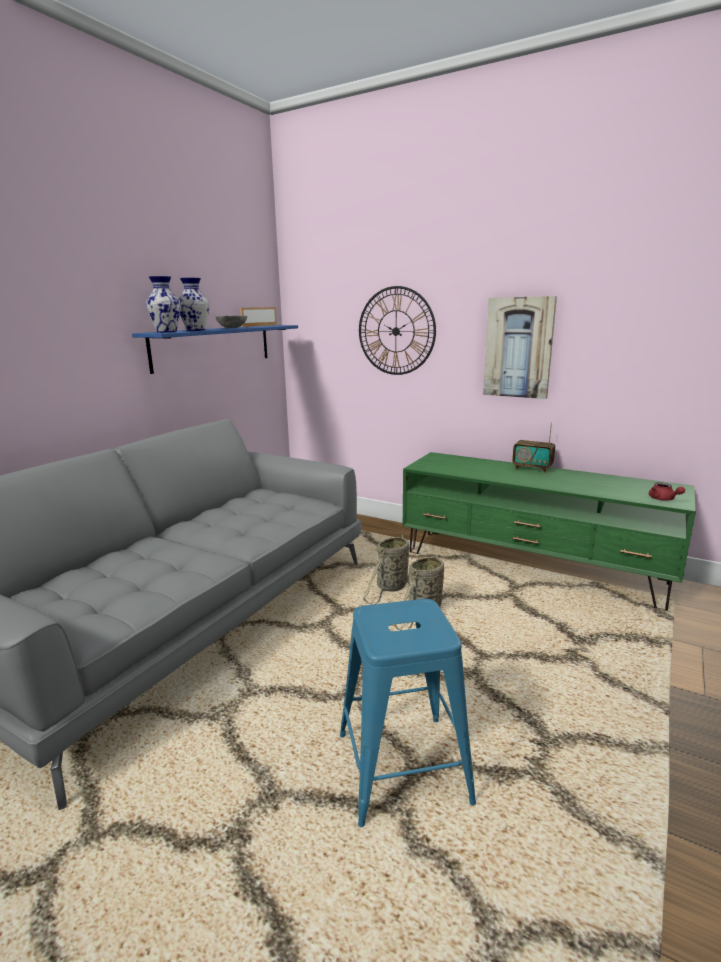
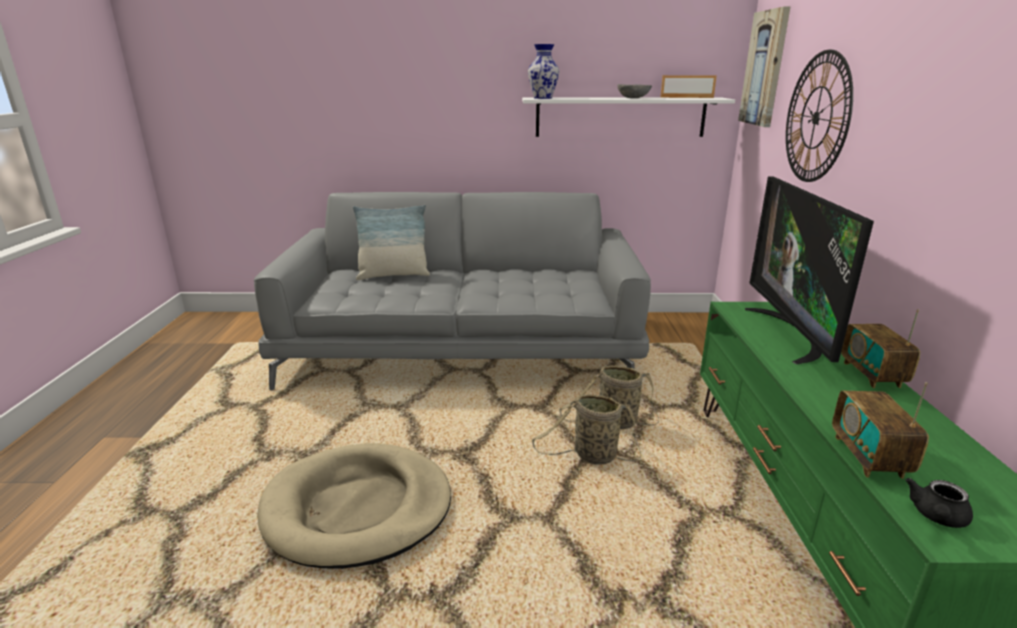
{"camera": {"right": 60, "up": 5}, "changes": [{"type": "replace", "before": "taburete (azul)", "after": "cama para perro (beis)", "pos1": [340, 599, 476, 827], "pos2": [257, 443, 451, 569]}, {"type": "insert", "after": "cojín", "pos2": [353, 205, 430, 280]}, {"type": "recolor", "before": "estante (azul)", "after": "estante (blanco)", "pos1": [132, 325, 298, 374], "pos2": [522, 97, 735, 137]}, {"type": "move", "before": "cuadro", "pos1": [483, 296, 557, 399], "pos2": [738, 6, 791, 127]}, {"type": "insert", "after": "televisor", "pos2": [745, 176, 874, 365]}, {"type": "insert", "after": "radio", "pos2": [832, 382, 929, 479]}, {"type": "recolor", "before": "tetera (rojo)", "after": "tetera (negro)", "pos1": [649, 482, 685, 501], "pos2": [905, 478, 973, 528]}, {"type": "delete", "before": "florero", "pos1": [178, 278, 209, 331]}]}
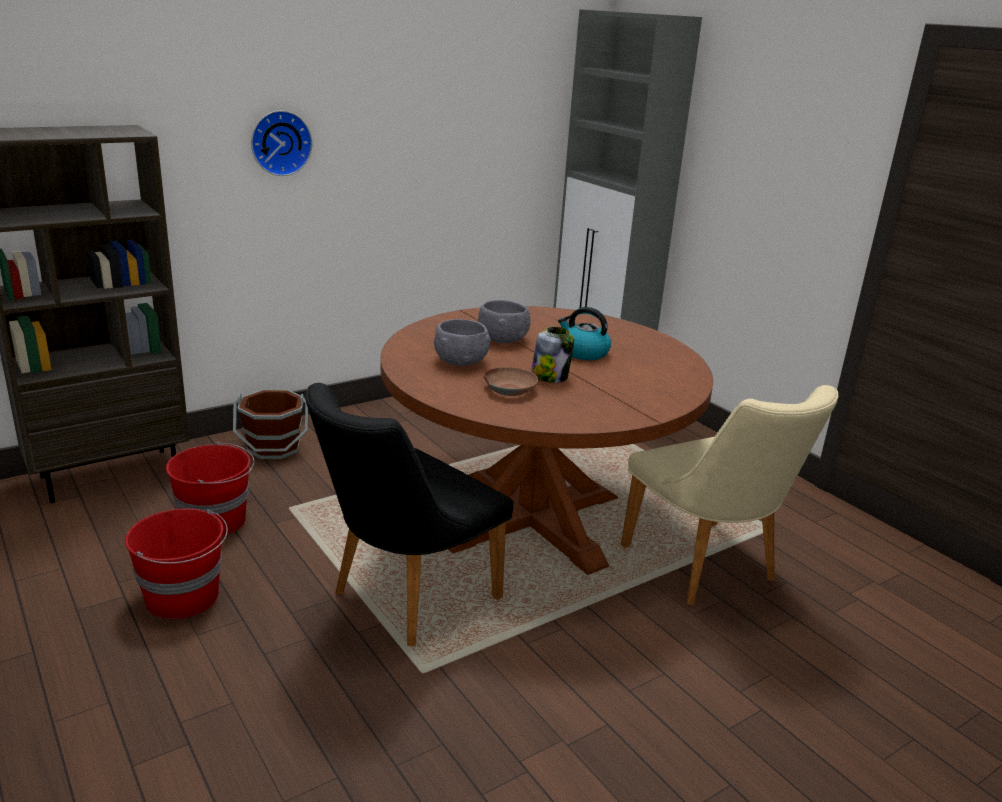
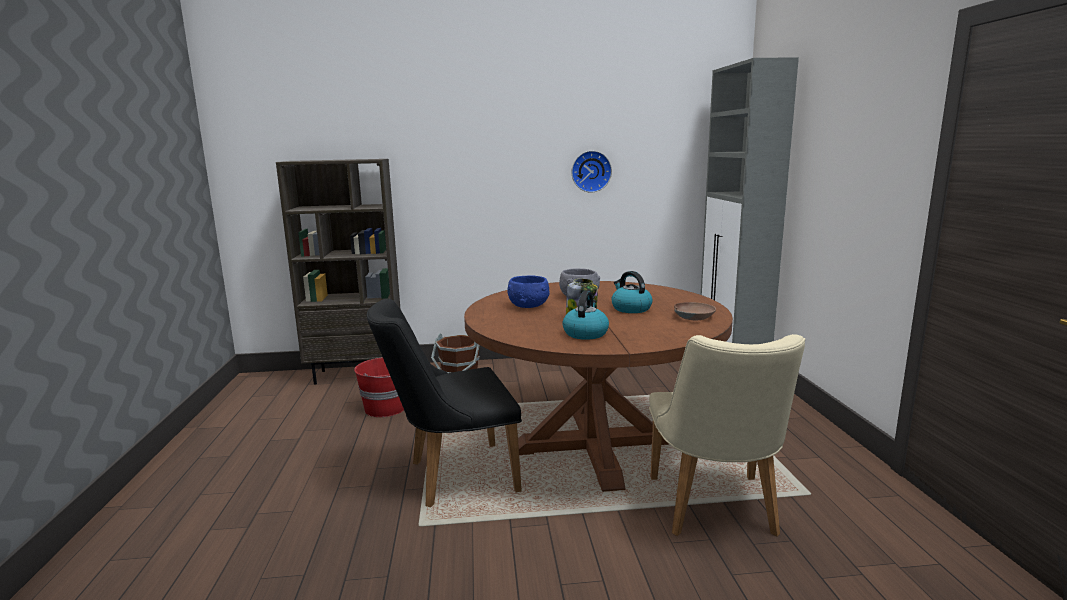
{"camera": {"right": 30, "up": -10}, "changes": [{"type": "recolor", "before": "cuenco (gris)", "after": "cuenco (azul)", "pos1": [434, 319, 491, 366], "pos2": [508, 275, 550, 308]}, {"type": "insert", "after": "hervidor", "pos2": [562, 291, 609, 340]}, {"type": "move", "before": "reloj de pared", "pos1": [251, 110, 312, 176], "pos2": [571, 151, 612, 193]}, {"type": "move", "before": "cuenco (marrón)", "pos1": [484, 367, 538, 396], "pos2": [674, 302, 716, 320]}, {"type": "delete", "before": "cubo (rojo)", "pos1": [125, 509, 228, 619]}]}
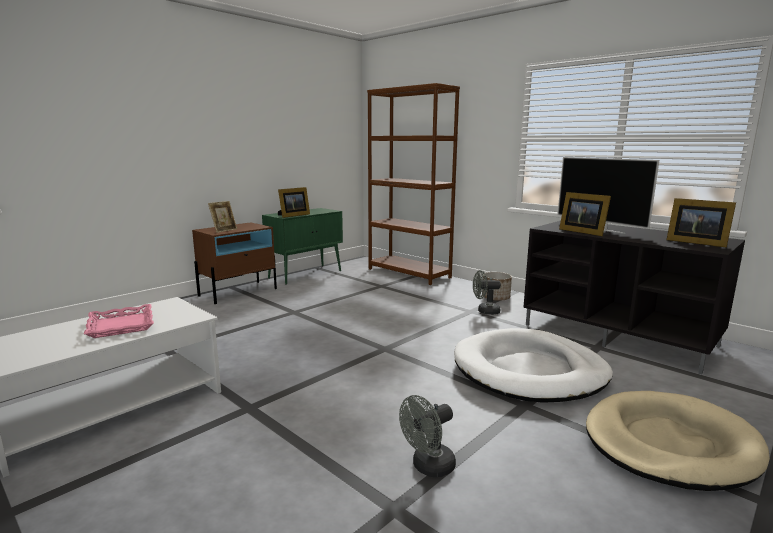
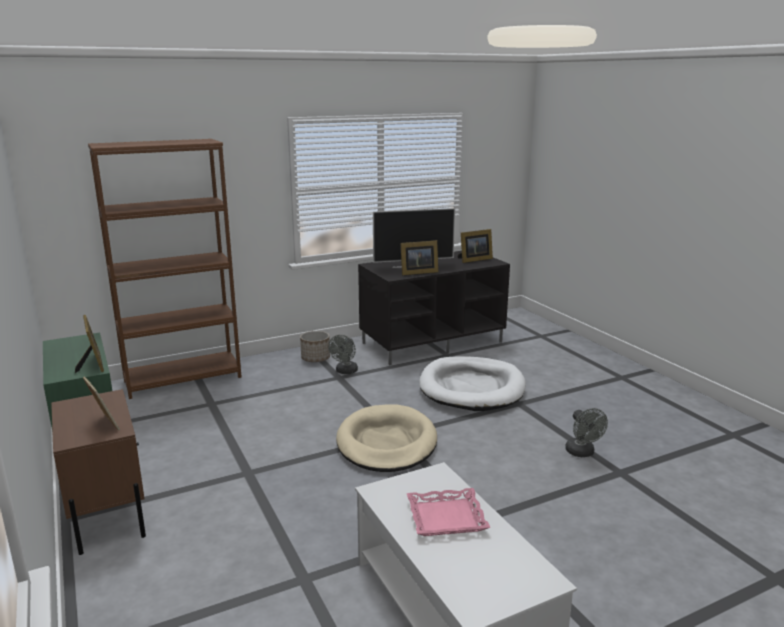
{"camera": {"right": -70, "up": 5}, "changes": [{"type": "move", "before": "cama para perro (beis)", "pos1": [586, 391, 770, 491], "pos2": [336, 404, 437, 472]}]}
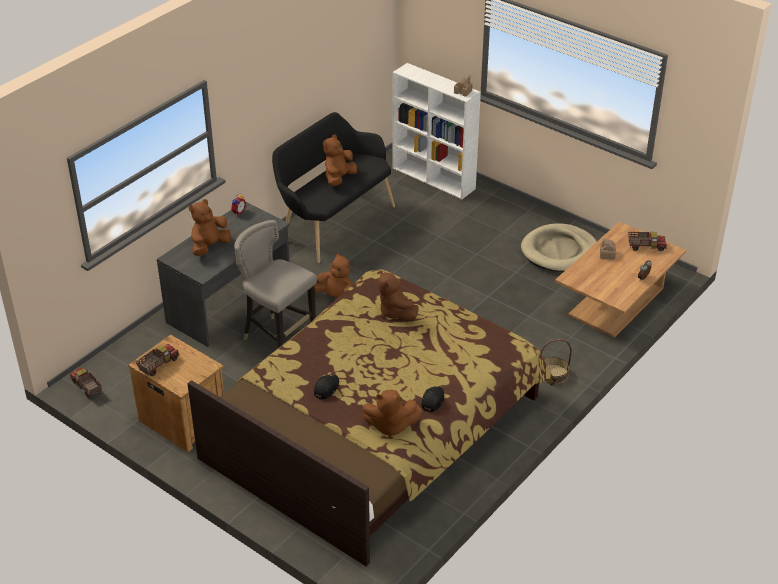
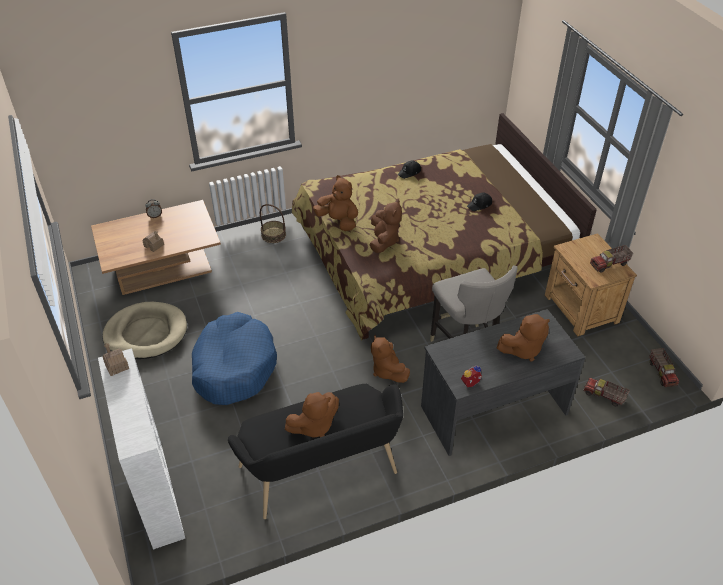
{"camera": {"right": -150, "up": 5}, "changes": [{"type": "insert", "after": "cama para perro (azul)", "pos2": [192, 312, 277, 405]}, {"type": "move", "before": "peluche (marrón)", "pos1": [362, 390, 423, 439], "pos2": [313, 175, 358, 231]}, {"type": "move", "before": "camión de juguete", "pos1": [628, 232, 667, 251], "pos2": [583, 378, 630, 406]}]}
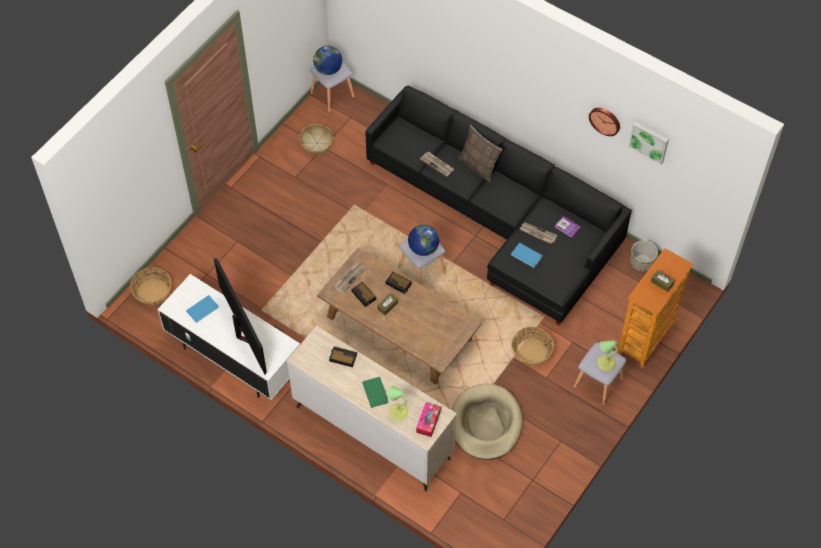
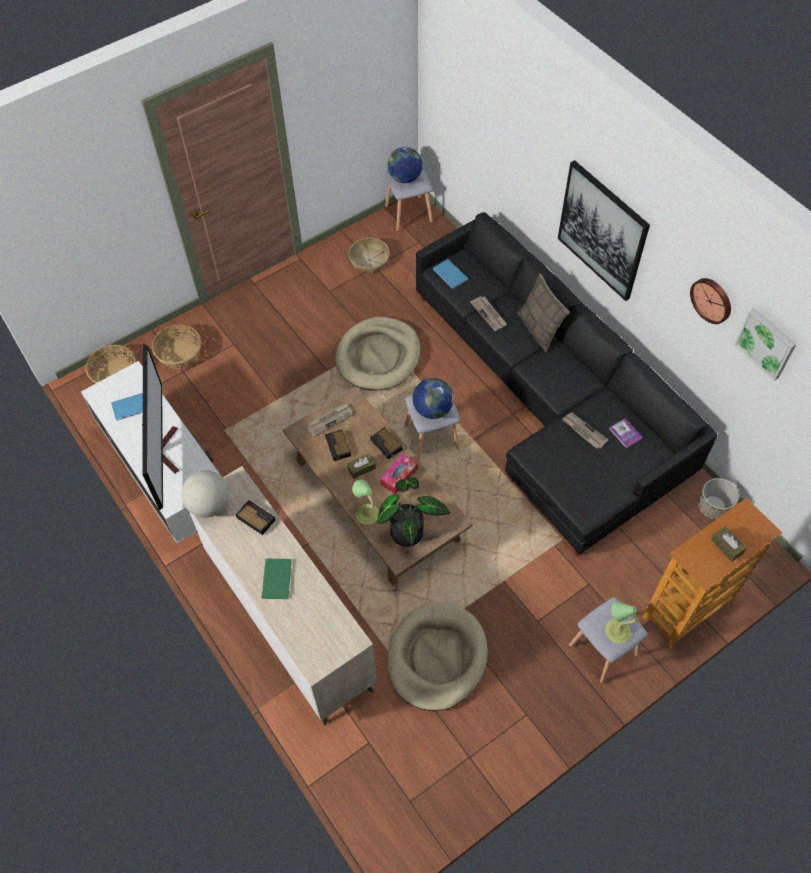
{"camera": {"right": 20, "up": 0}, "changes": [{"type": "move", "before": "cesta", "pos1": [512, 327, 554, 366], "pos2": [152, 325, 201, 369]}, {"type": "insert", "after": "globo terráqueo", "pos2": [181, 470, 229, 518]}, {"type": "insert", "after": "cama para perro (beis)", "pos2": [335, 317, 420, 391]}, {"type": "move", "before": "lámpara de mesa", "pos1": [387, 386, 408, 421], "pos2": [352, 480, 379, 525]}, {"type": "insert", "after": "planta en maceta", "pos2": [378, 477, 450, 547]}, {"type": "move", "before": "caja de pañuelos", "pos1": [416, 402, 441, 437], "pos2": [380, 453, 418, 494]}, {"type": "move", "before": "libro (azul)", "pos1": [511, 243, 543, 268], "pos2": [433, 259, 468, 289]}, {"type": "insert", "after": "cuadro", "pos2": [558, 160, 650, 301]}]}
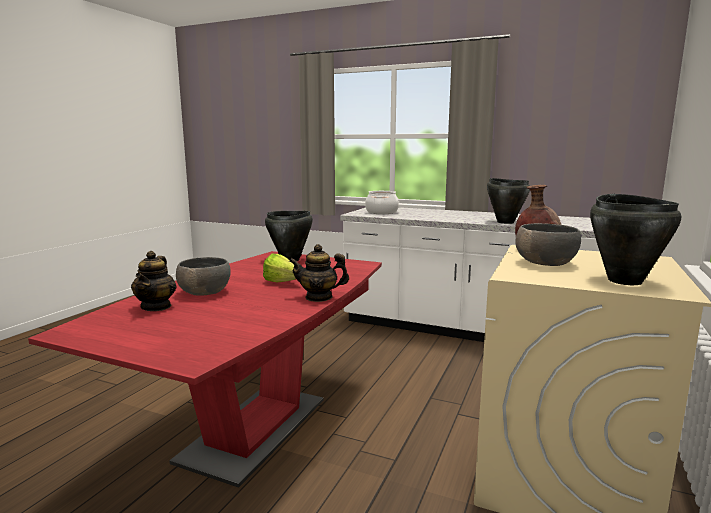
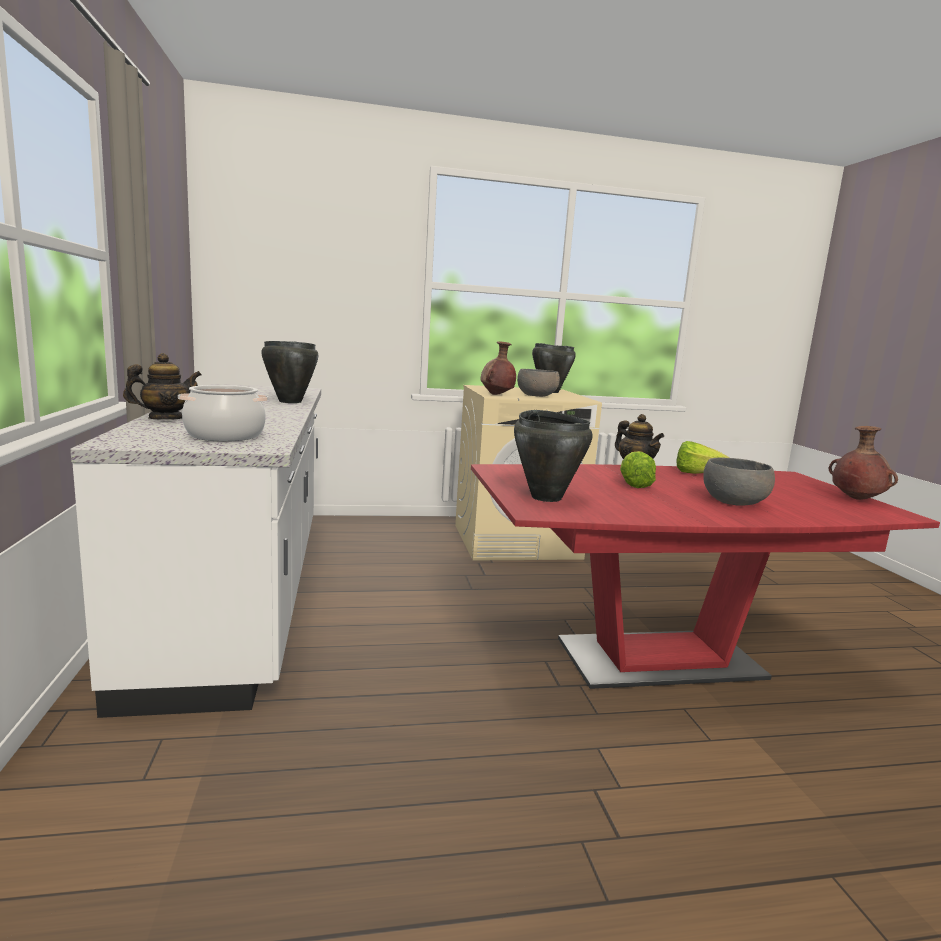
{"camera": {"right": -125, "up": 0}, "changes": [{"type": "move", "before": "tetera", "pos1": [131, 251, 177, 311], "pos2": [123, 353, 202, 420]}, {"type": "insert", "after": "lechuga", "pos2": [676, 441, 729, 474]}, {"type": "insert", "after": "florero (marrón)", "pos2": [829, 426, 898, 500]}]}
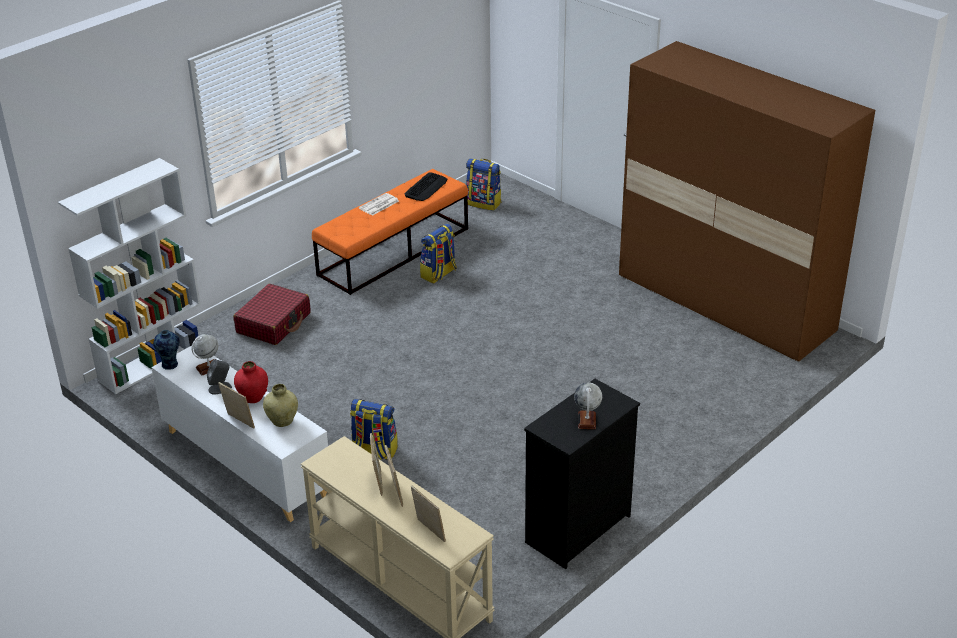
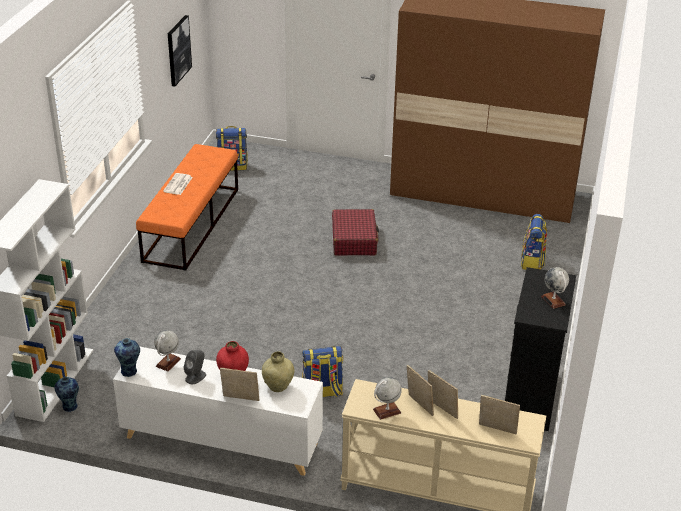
{"camera": {"right": -30, "up": 0}, "changes": [{"type": "insert", "after": "florero", "pos2": [54, 377, 79, 412]}, {"type": "insert", "after": "cuadro", "pos2": [168, 15, 192, 87]}, {"type": "move", "before": "maleta (rojo)", "pos1": [233, 284, 311, 345], "pos2": [332, 209, 379, 255]}, {"type": "insert", "after": "globo terráqueo", "pos2": [373, 377, 402, 420]}, {"type": "move", "before": "mochila", "pos1": [420, 224, 457, 284], "pos2": [521, 214, 547, 270]}, {"type": "delete", "before": "teclado", "pos1": [404, 173, 447, 201]}]}
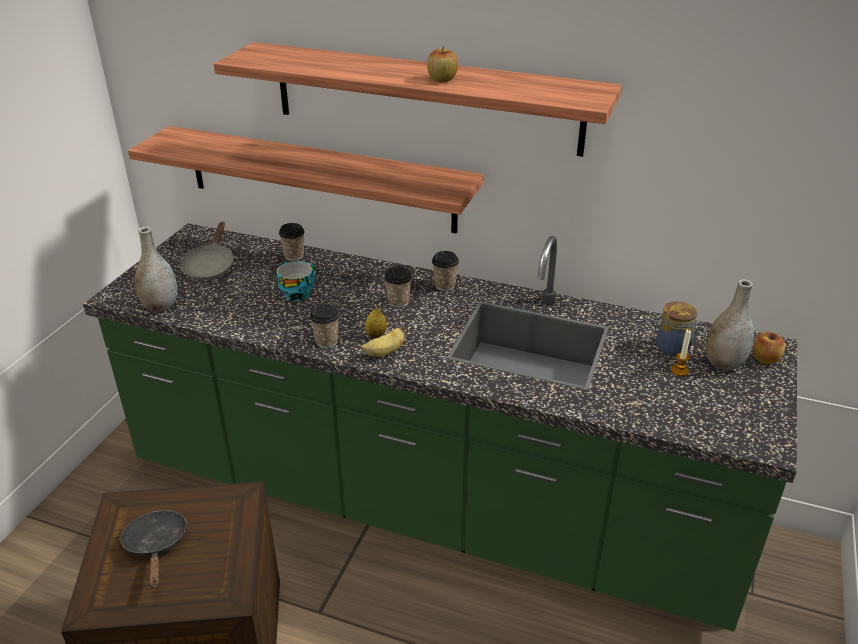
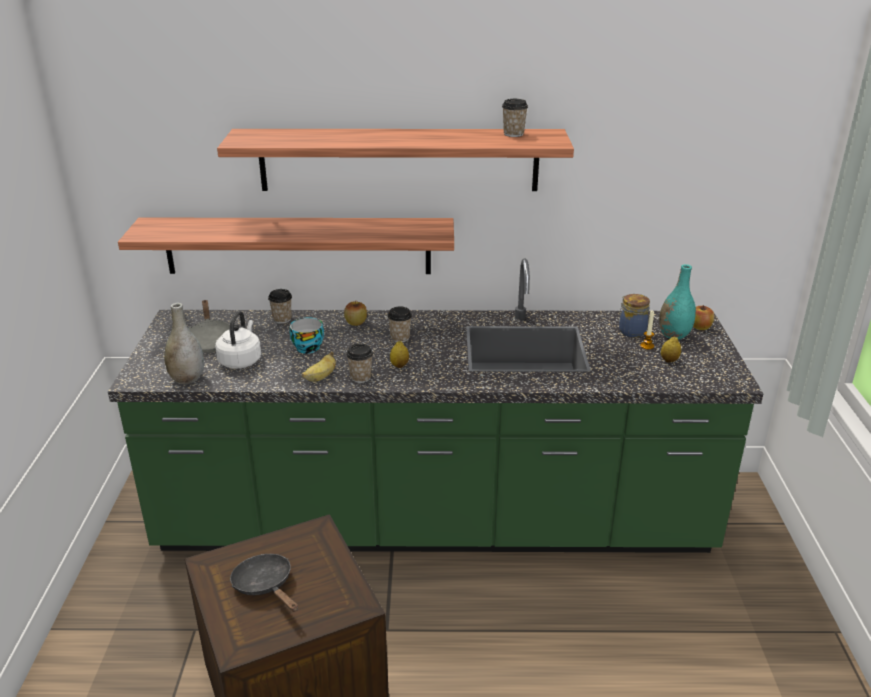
{"camera": {"right": -20, "up": -5}, "changes": [{"type": "insert", "after": "hervidor (blanco)", "pos2": [215, 311, 261, 369]}, {"type": "move", "before": "plátano", "pos1": [360, 325, 405, 357], "pos2": [302, 352, 336, 382]}, {"type": "move", "before": "manzana", "pos1": [427, 46, 458, 82], "pos2": [344, 301, 367, 326]}, {"type": "move", "before": "taza", "pos1": [432, 251, 459, 291], "pos2": [502, 99, 528, 137]}, {"type": "recolor", "before": "florero (gris)", "after": "florero (turquesa)", "pos1": [706, 279, 754, 370], "pos2": [659, 264, 696, 340]}, {"type": "insert", "after": "limón", "pos2": [661, 336, 681, 362]}]}
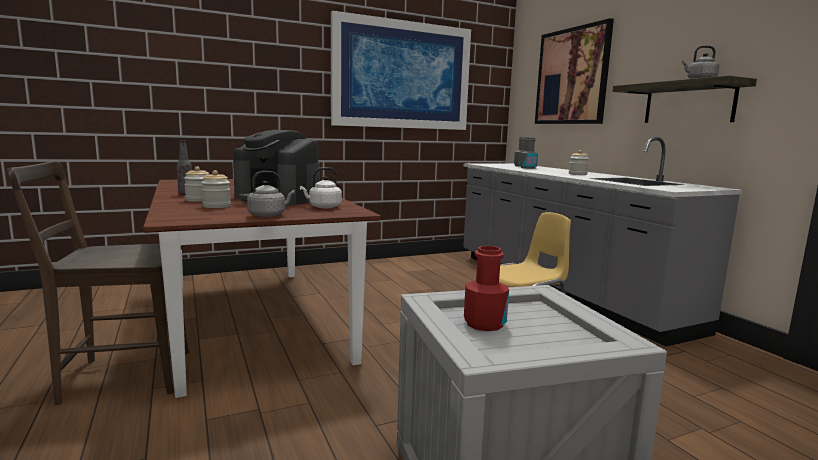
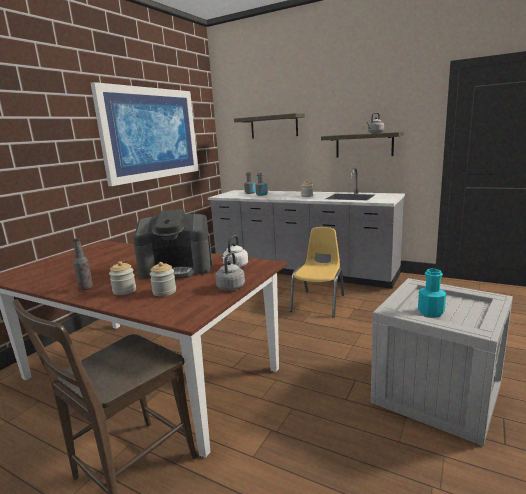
{"camera": {"right": -35, "up": 5}, "changes": [{"type": "replace", "before": "cuadro", "after": "estante", "pos1": [535, 18, 614, 124], "pos2": [234, 113, 305, 139]}, {"type": "recolor", "before": "botella (rojo)", "after": "botella (turquesa)", "pos1": [464, 246, 509, 331], "pos2": [418, 269, 446, 317]}]}
